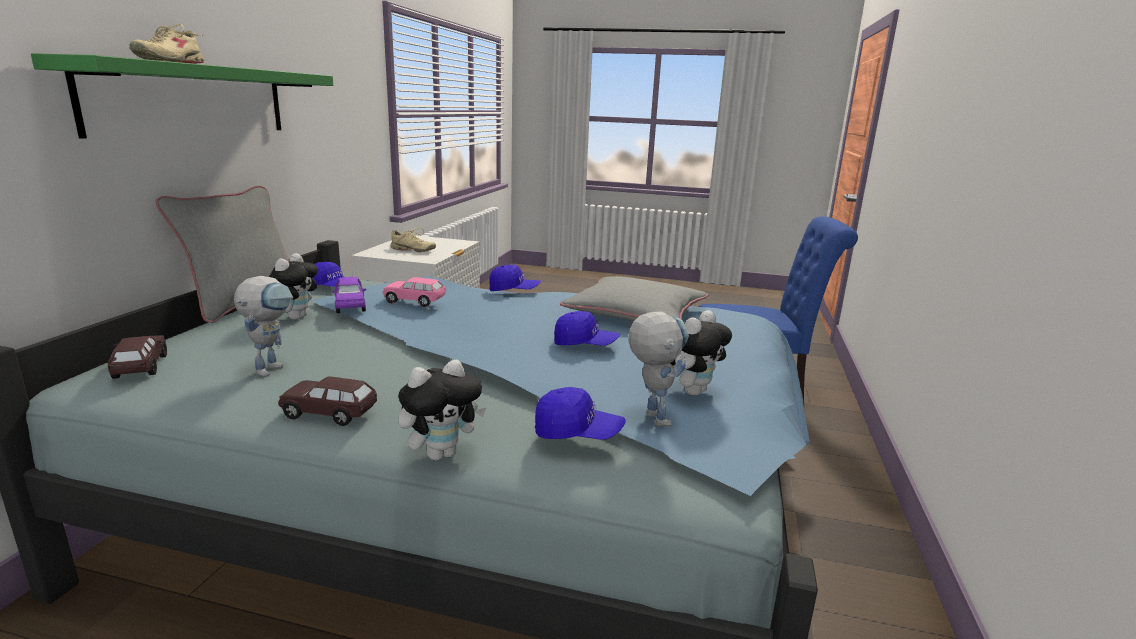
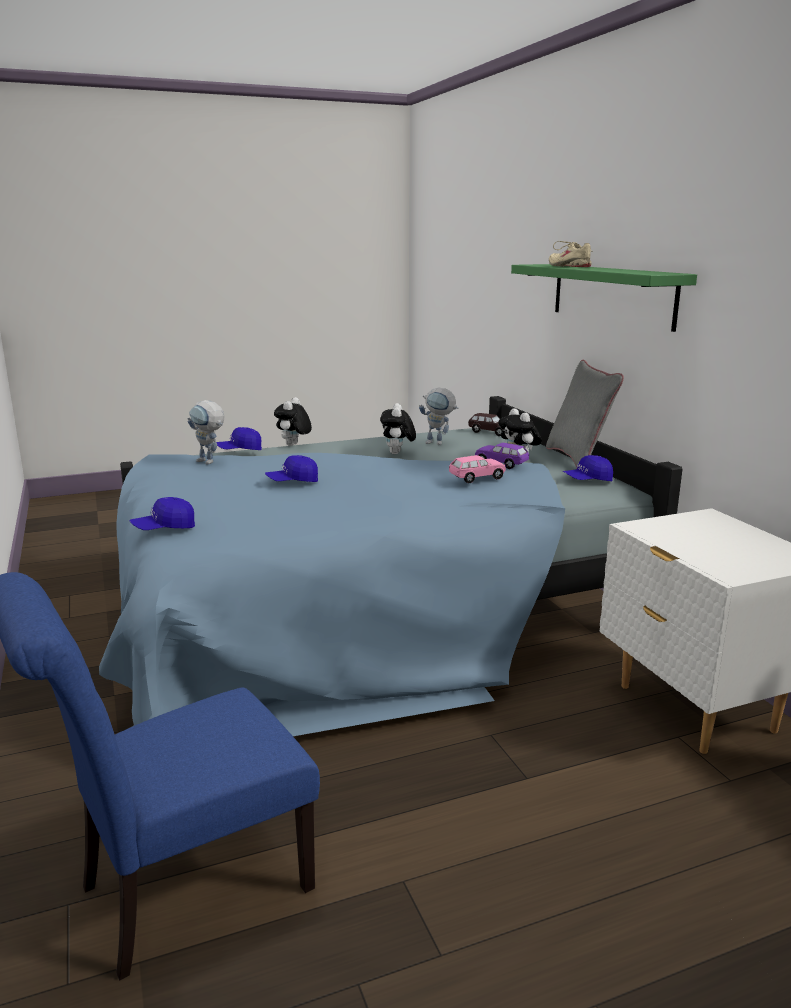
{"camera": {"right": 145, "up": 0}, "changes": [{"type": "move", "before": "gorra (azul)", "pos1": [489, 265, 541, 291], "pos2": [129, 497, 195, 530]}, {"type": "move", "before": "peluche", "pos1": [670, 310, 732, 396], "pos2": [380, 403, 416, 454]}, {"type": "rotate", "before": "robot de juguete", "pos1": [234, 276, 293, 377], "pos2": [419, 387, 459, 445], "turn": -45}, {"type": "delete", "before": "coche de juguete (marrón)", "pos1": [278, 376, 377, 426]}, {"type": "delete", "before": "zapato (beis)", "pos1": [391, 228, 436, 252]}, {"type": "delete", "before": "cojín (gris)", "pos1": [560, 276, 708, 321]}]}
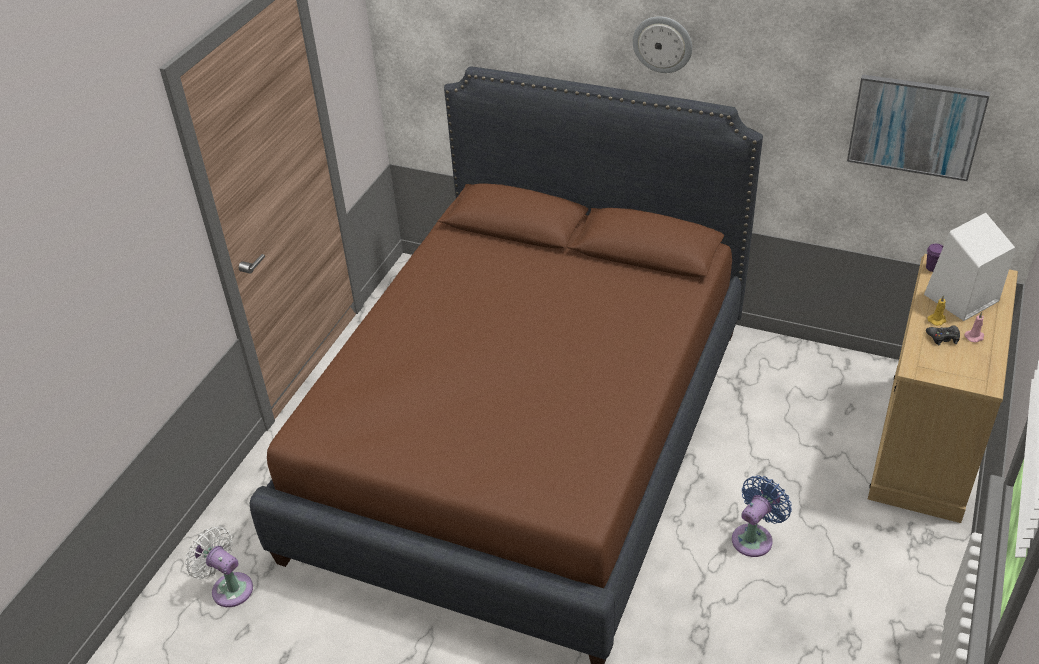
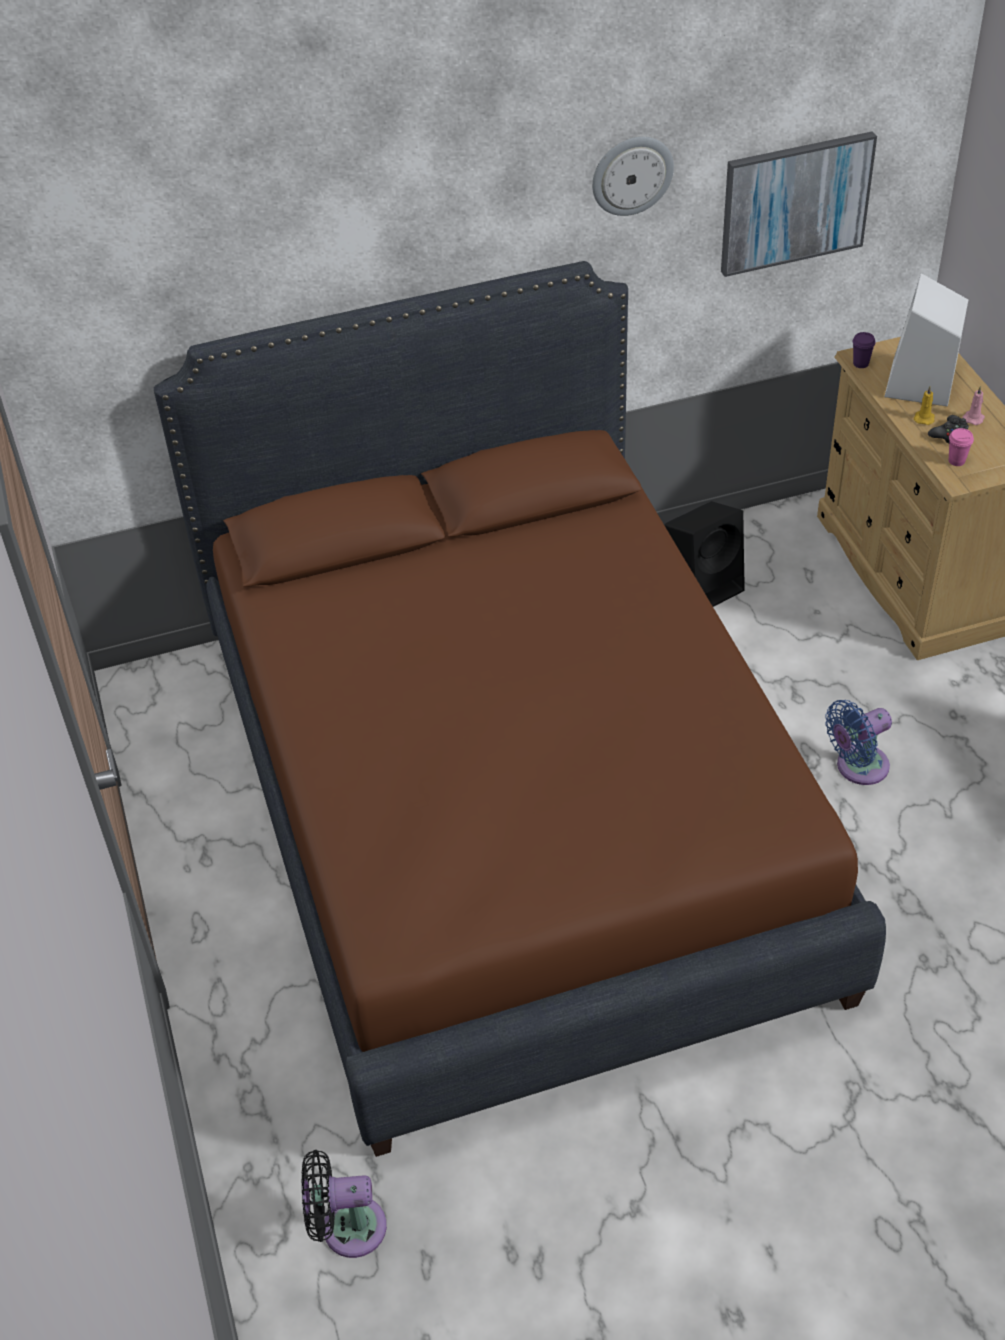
{"camera": {"right": -40, "up": 5}, "changes": [{"type": "recolor", "before": "ventilador (blanco)", "after": "ventilador (negro)", "pos1": [185, 526, 253, 607], "pos2": [301, 1150, 387, 1258]}, {"type": "move", "before": "reloj de pared", "pos1": [633, 16, 692, 73], "pos2": [592, 137, 674, 216]}, {"type": "insert", "after": "altavoz (negro)", "pos2": [665, 501, 745, 607]}, {"type": "rotate", "before": "ventilador (azul)", "pos1": [732, 475, 792, 557], "pos2": [825, 700, 892, 785], "turn": -120}, {"type": "insert", "after": "taza (rosa)", "pos2": [949, 428, 974, 466]}]}
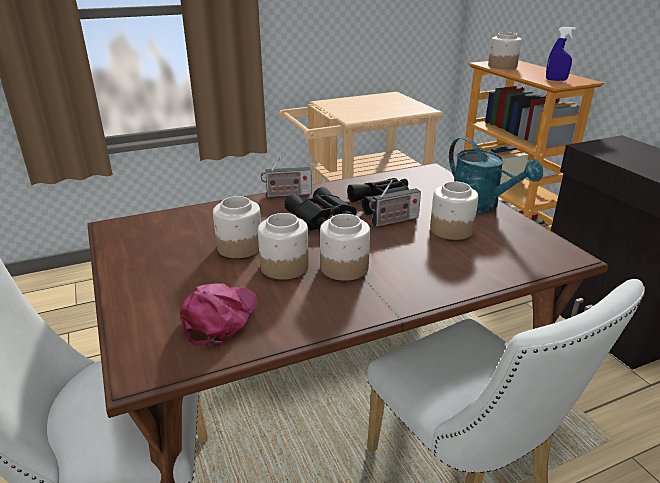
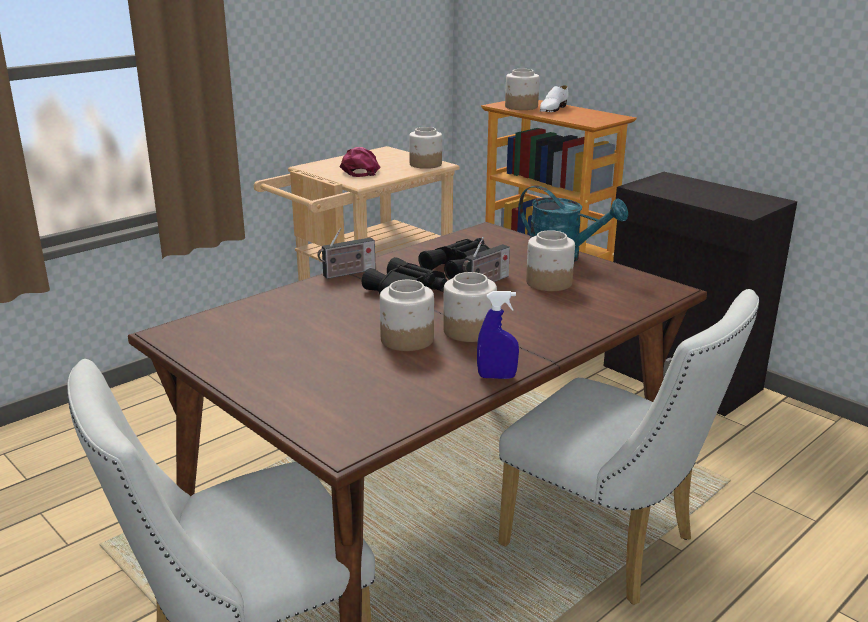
{"camera": {"right": -20, "up": -5}, "changes": [{"type": "move", "before": "gorra (rosa)", "pos1": [180, 283, 259, 346], "pos2": [339, 147, 380, 177]}, {"type": "move", "before": "tarro", "pos1": [213, 196, 261, 258], "pos2": [409, 127, 442, 169]}, {"type": "move", "before": "pulverizador (azul)", "pos1": [546, 27, 576, 81], "pos2": [477, 291, 519, 379]}, {"type": "insert", "after": "zapato (blanco)", "pos2": [540, 85, 569, 112]}]}
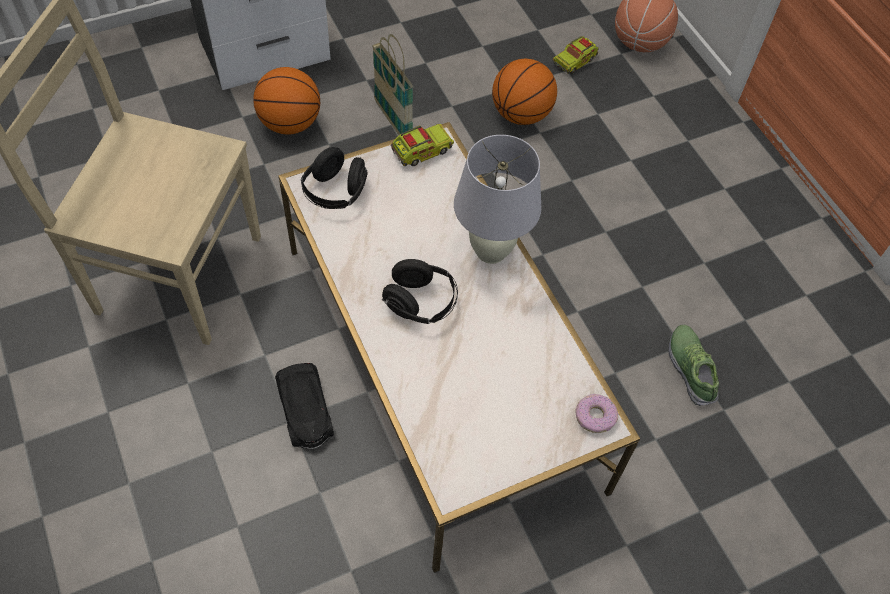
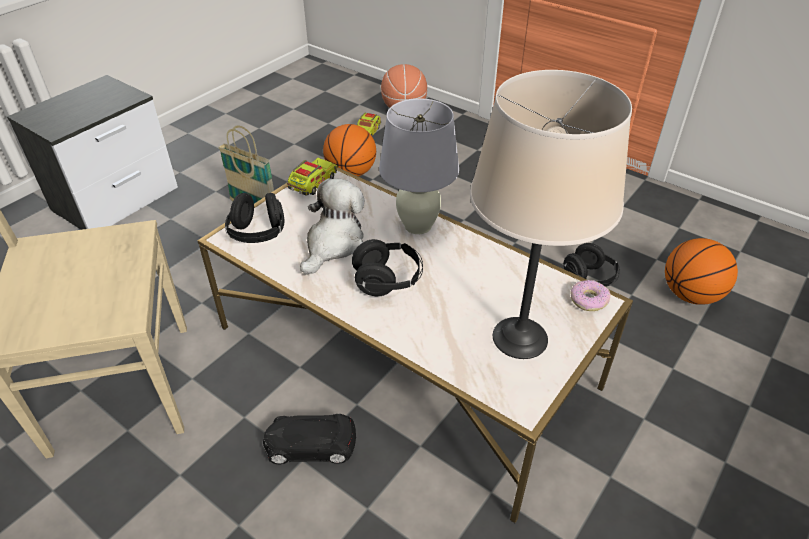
{"camera": {"right": -25, "up": -15}, "changes": [{"type": "rotate", "before": "coche de juguete (negro)", "pos1": [275, 363, 334, 449], "pos2": [263, 414, 356, 465], "turn": 135}, {"type": "insert", "after": "peluche", "pos2": [300, 178, 365, 275]}, {"type": "insert", "after": "lámpara de mesa (beis)", "pos2": [470, 70, 632, 359]}, {"type": "replace", "before": "zapato", "after": "auriculares (negro)", "pos1": [668, 325, 719, 406], "pos2": [563, 243, 620, 287]}, {"type": "move", "before": "balón de baloncesto", "pos1": [253, 67, 320, 135], "pos2": [665, 238, 738, 305]}]}
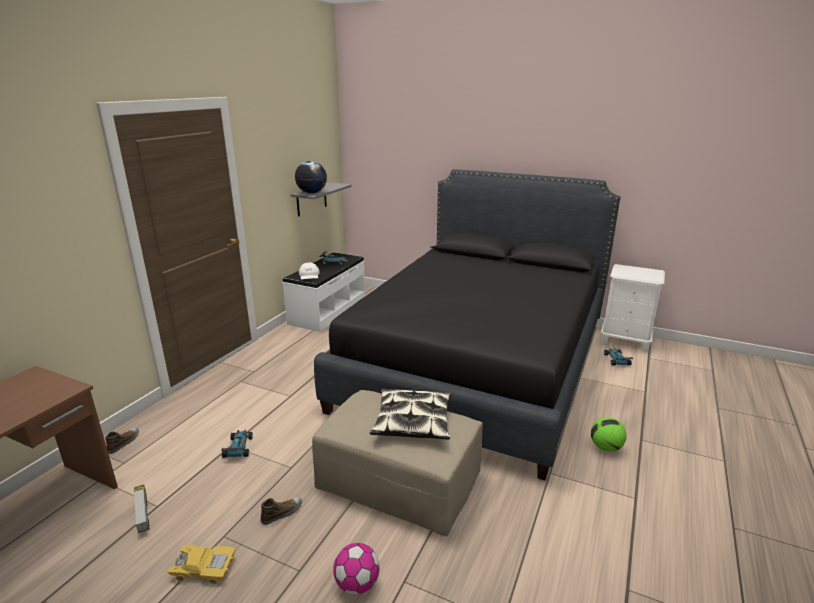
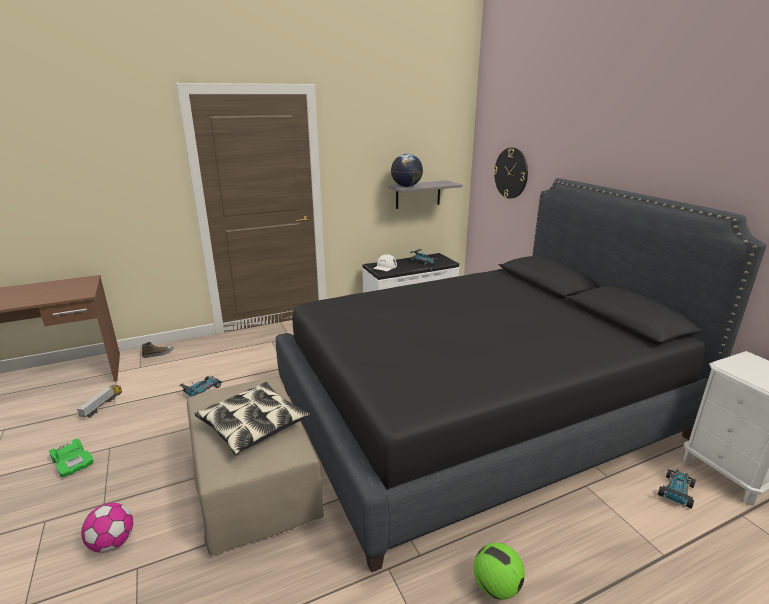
{"camera": {"right": 40, "up": 0}, "changes": [{"type": "recolor", "before": "coche de juguete (amarillo)", "after": "coche de juguete (verde)", "pos1": [168, 544, 235, 584], "pos2": [49, 438, 93, 477]}, {"type": "insert", "after": "reloj de pared", "pos2": [493, 148, 528, 199]}, {"type": "delete", "before": "zapato", "pos1": [261, 497, 302, 525]}]}
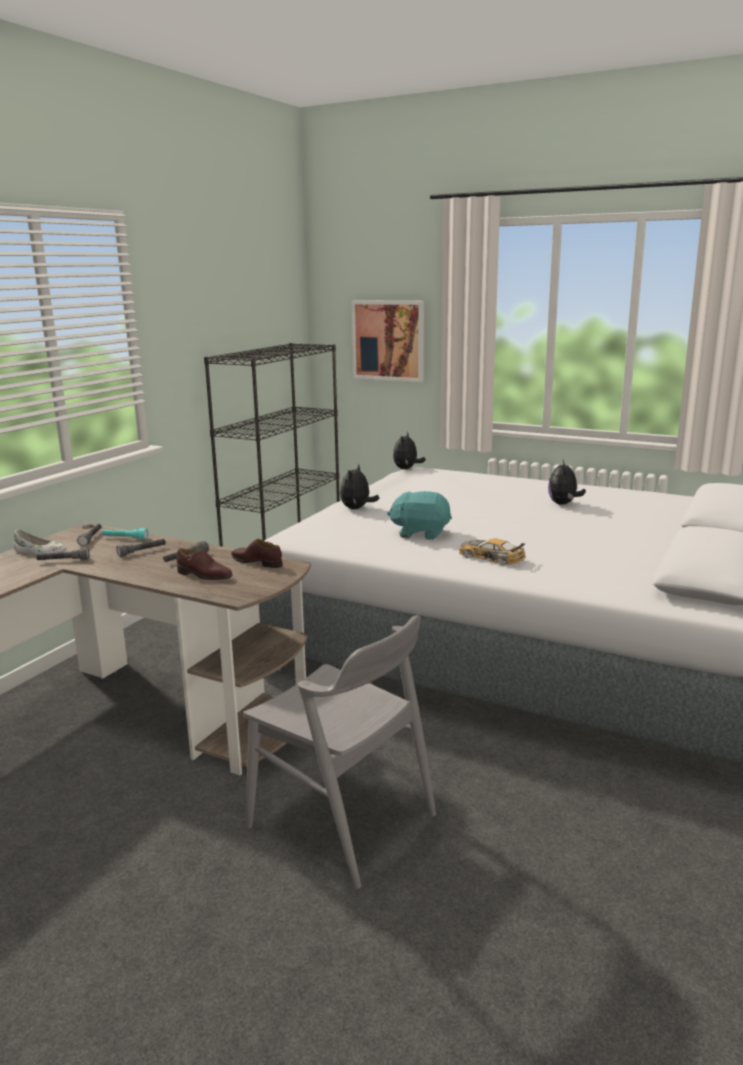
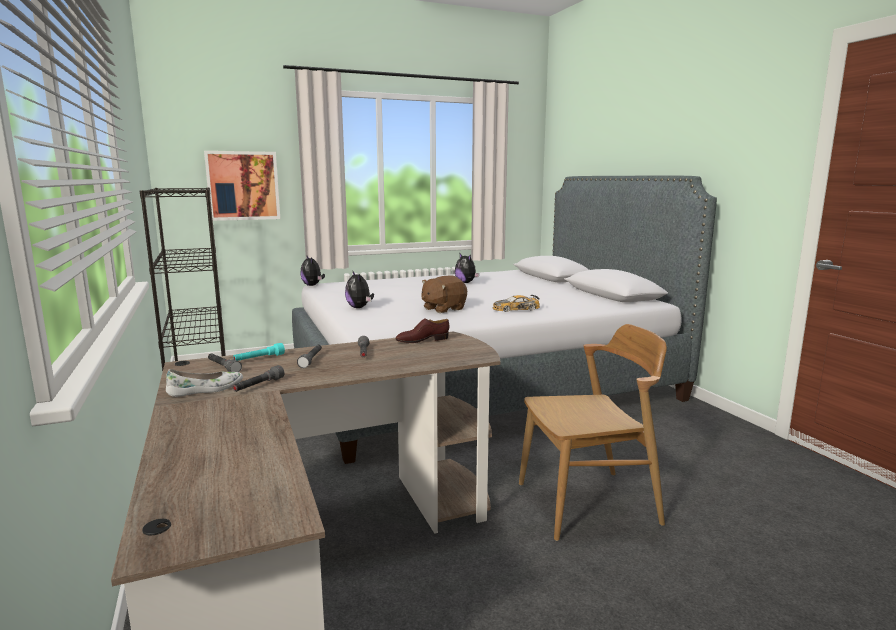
{"camera": {"right": -50, "up": -5}, "changes": [{"type": "recolor", "before": "peluche (turquesa)", "after": "peluche (marrón)", "pos1": [387, 491, 452, 540], "pos2": [421, 275, 467, 313]}, {"type": "recolor", "before": "silla (gris)", "after": "silla (marrón)", "pos1": [243, 615, 436, 889], "pos2": [519, 324, 667, 541]}, {"type": "delete", "before": "zapato (marrón)", "pos1": [176, 548, 232, 580]}]}
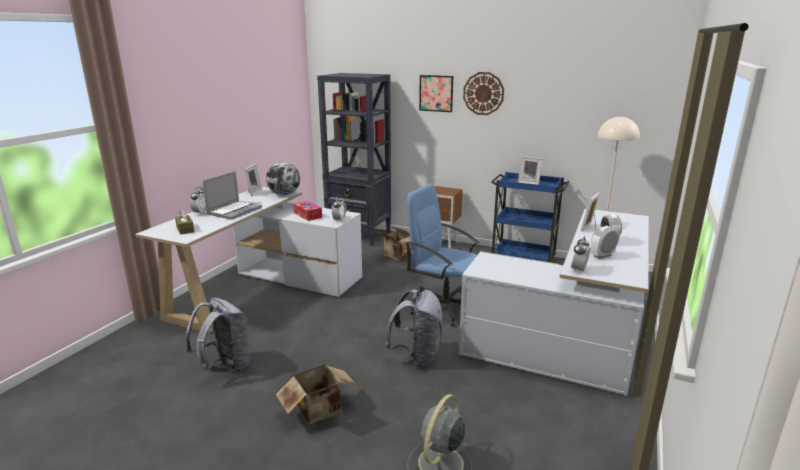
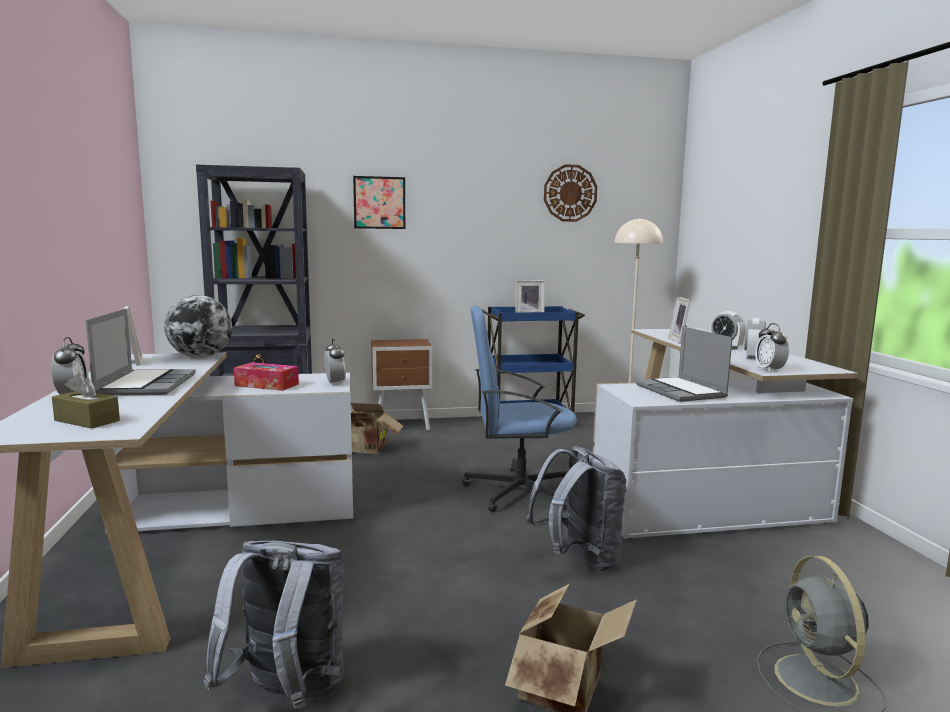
{"camera": {"right": -35, "up": -10}, "changes": [{"type": "move", "before": "reloj de pared", "pos1": [463, 72, 504, 115], "pos2": [544, 164, 597, 222]}, {"type": "insert", "after": "portátil", "pos2": [635, 326, 733, 402]}]}
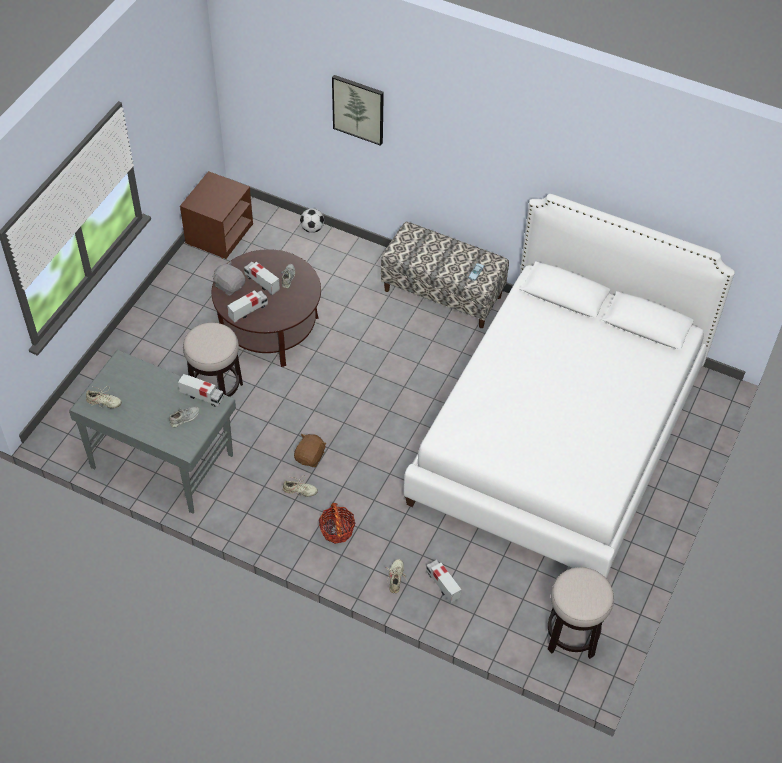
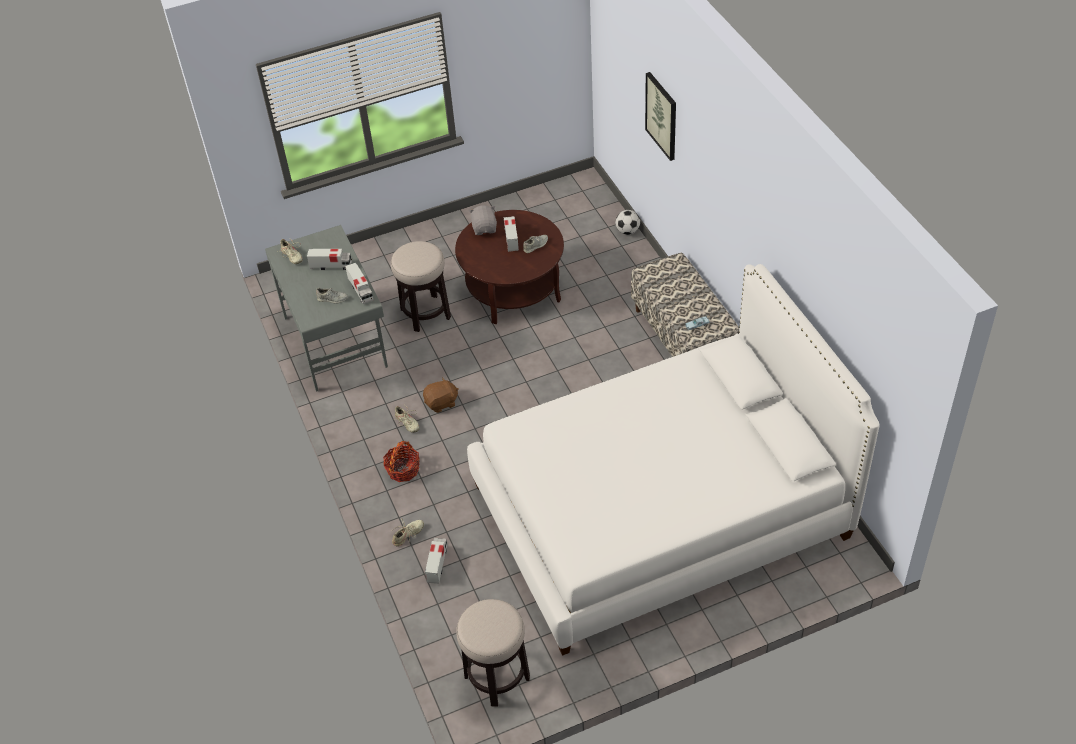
{"camera": {"right": 45, "up": -5}, "changes": [{"type": "move", "before": "camión de juguete", "pos1": [227, 290, 268, 323], "pos2": [307, 249, 352, 270]}, {"type": "delete", "before": "mesita de noche (marrón)", "pos1": [180, 171, 253, 259]}]}
